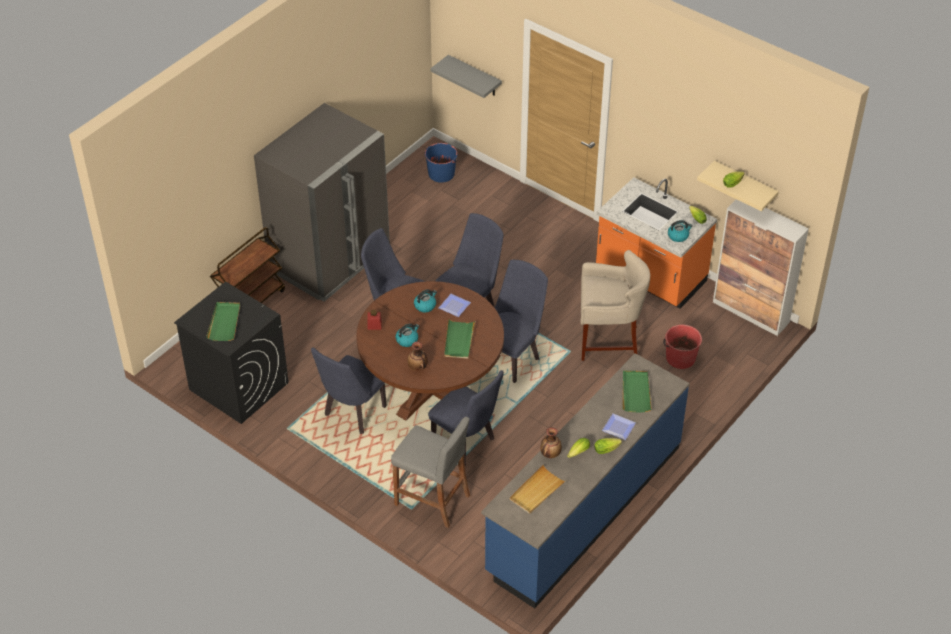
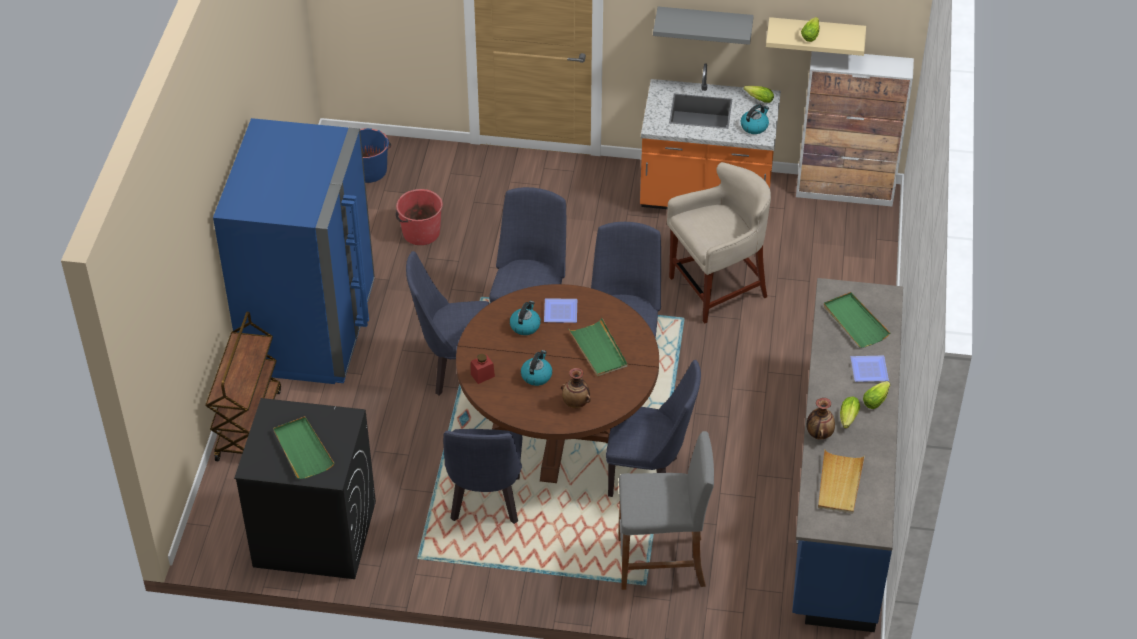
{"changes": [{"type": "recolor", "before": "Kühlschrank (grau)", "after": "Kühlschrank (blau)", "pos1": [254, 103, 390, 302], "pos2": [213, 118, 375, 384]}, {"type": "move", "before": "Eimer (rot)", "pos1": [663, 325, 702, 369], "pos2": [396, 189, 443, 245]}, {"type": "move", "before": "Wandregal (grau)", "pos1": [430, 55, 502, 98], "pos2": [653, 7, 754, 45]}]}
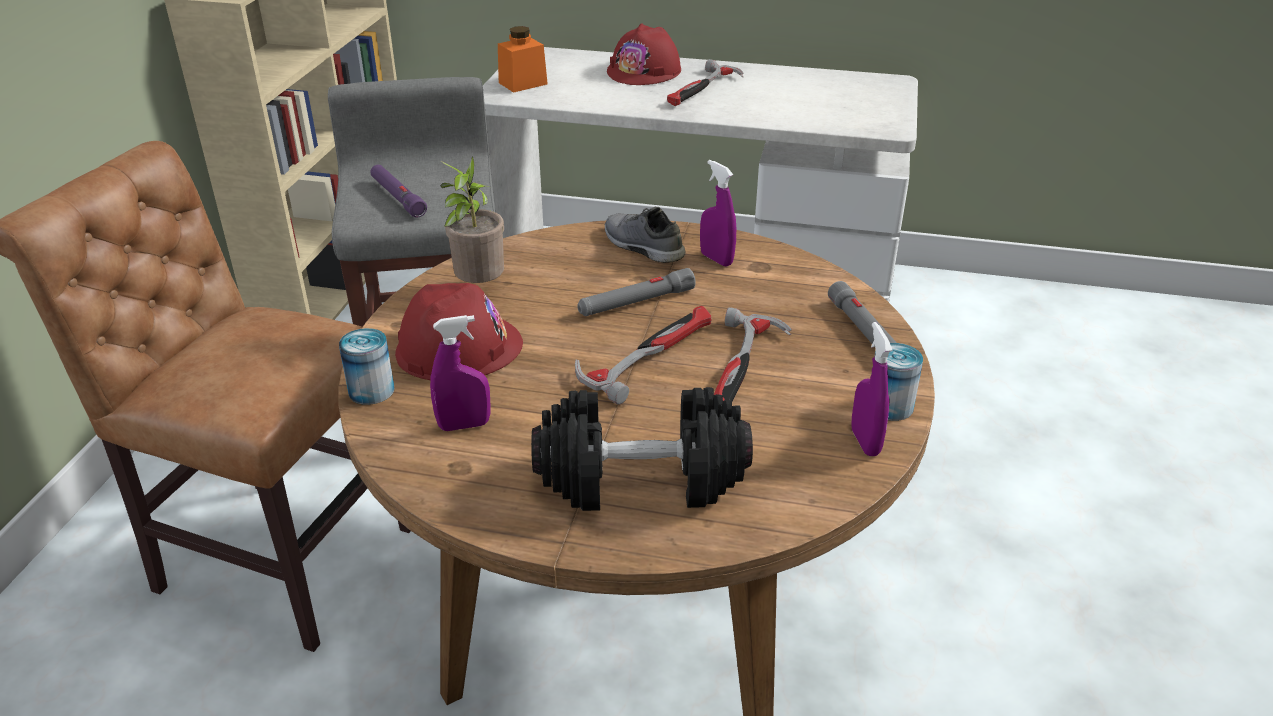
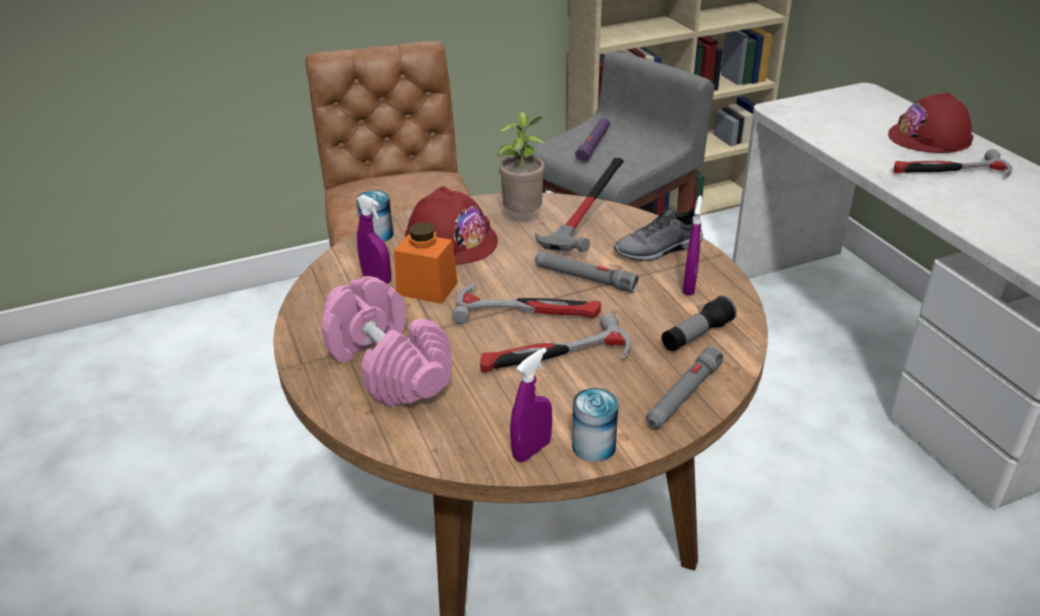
{"changes": [{"type": "recolor", "before": "Hantel (schwarz)", "after": "Hantel (rosa)", "pos1": [531, 387, 753, 511], "pos2": [321, 276, 452, 407]}, {"type": "move", "before": "Vorratsglas (orange)", "pos1": [498, 26, 548, 93], "pos2": [394, 222, 458, 304]}, {"type": "insert", "after": "Hammer", "pos2": [534, 158, 624, 252]}, {"type": "rotate", "before": "Schuh (grau)", "pos1": [605, 207, 686, 263], "pos2": [614, 207, 703, 261], "turn": -120}, {"type": "insert", "after": "Taschenlampe", "pos2": [661, 296, 737, 351]}]}
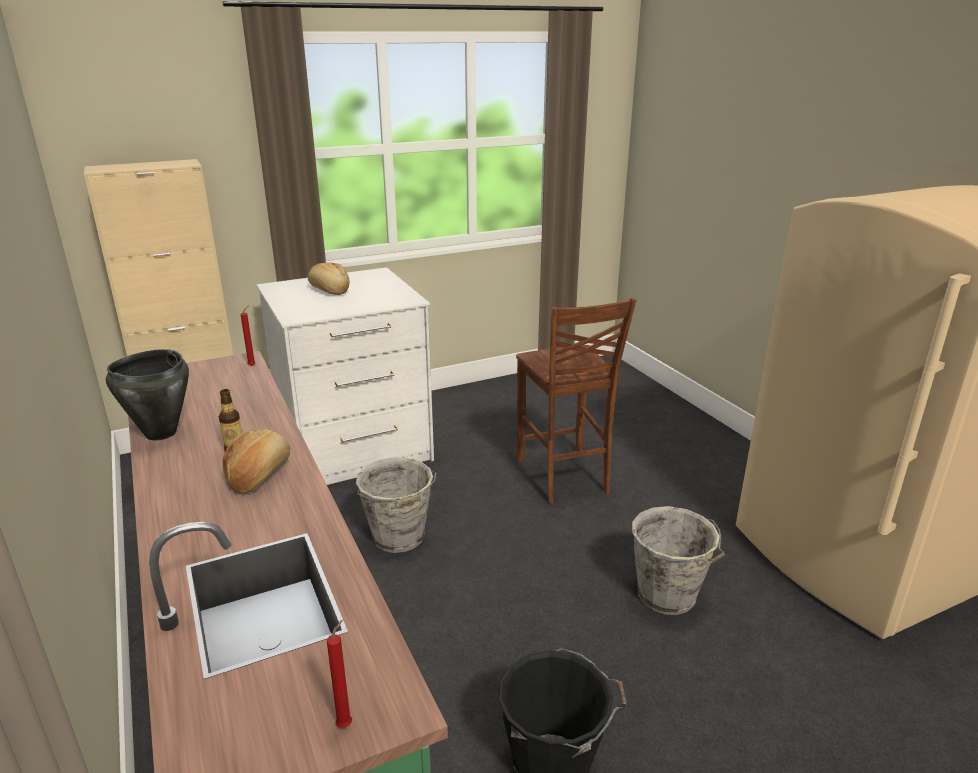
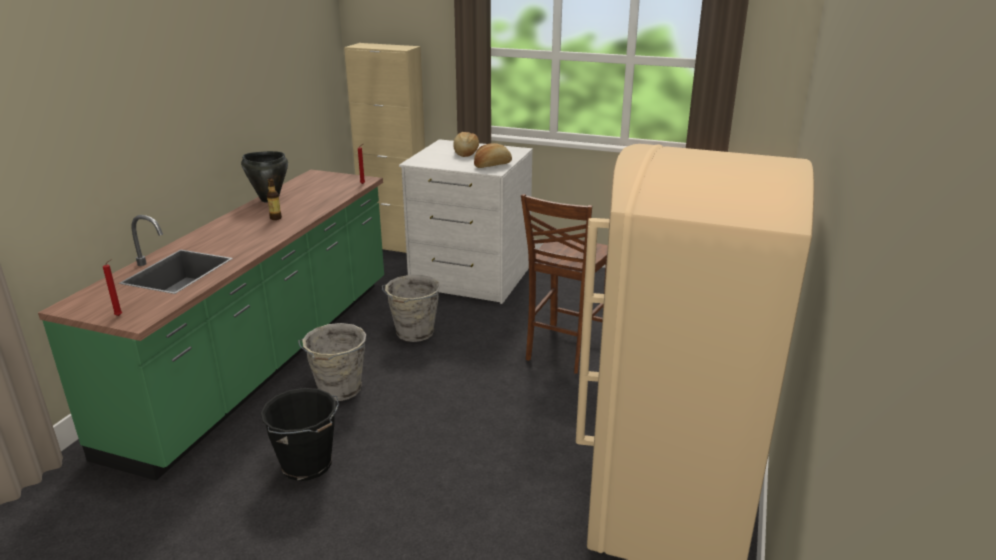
{"changes": [{"type": "move", "before": "Eimer (grau)", "pos1": [632, 506, 725, 615], "pos2": [298, 323, 366, 401]}, {"type": "move", "before": "Brot", "pos1": [223, 429, 290, 493], "pos2": [474, 143, 512, 168]}]}
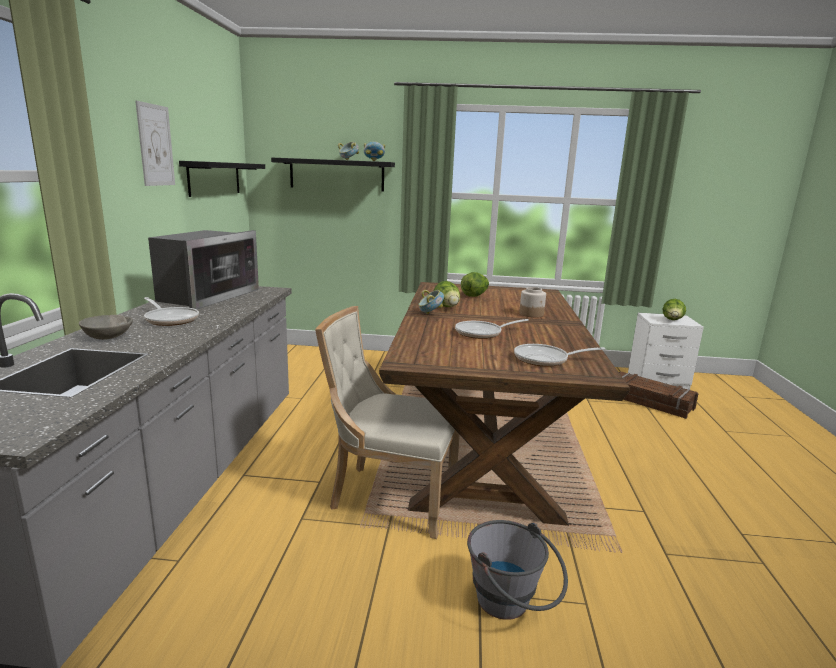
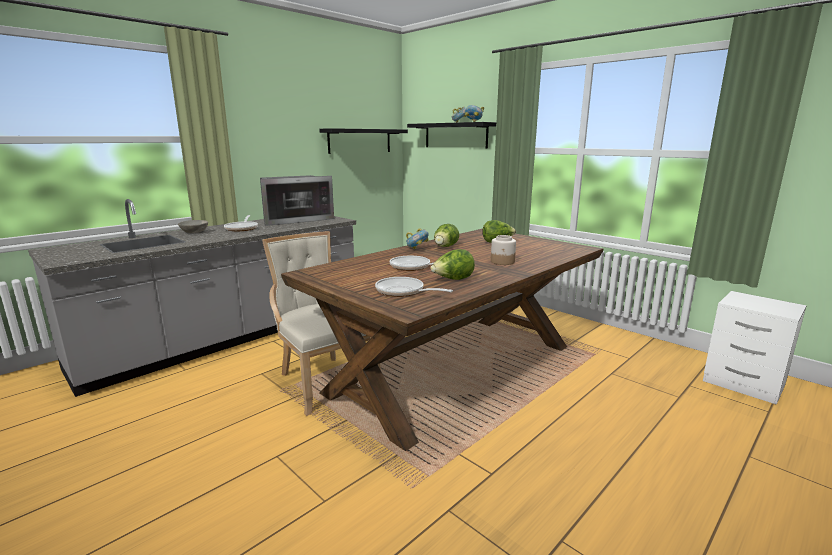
{"changes": [{"type": "move", "before": "Salatkopf", "pos1": [663, 299, 686, 320], "pos2": [431, 249, 475, 280]}, {"type": "delete", "before": "Bild", "pos1": [135, 101, 175, 186]}, {"type": "delete", "before": "Eimer (grau)", "pos1": [467, 520, 568, 620]}, {"type": "delete", "before": "Kiste", "pos1": [619, 372, 698, 419]}]}
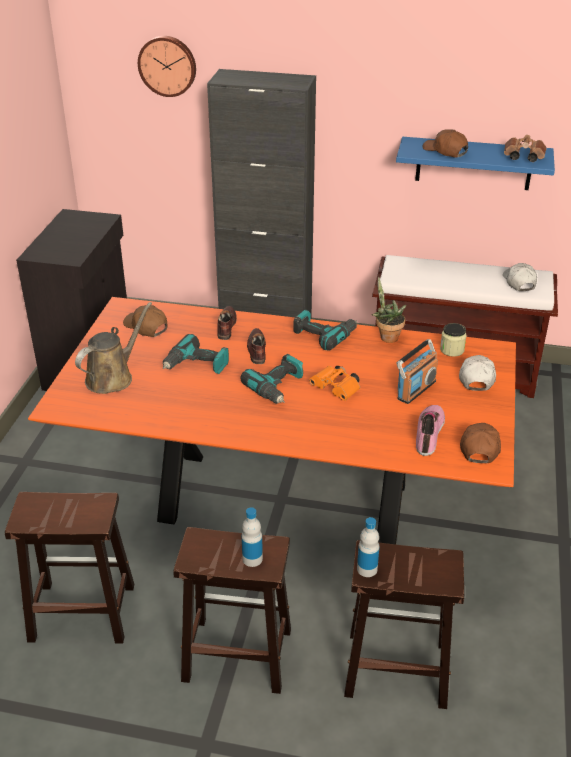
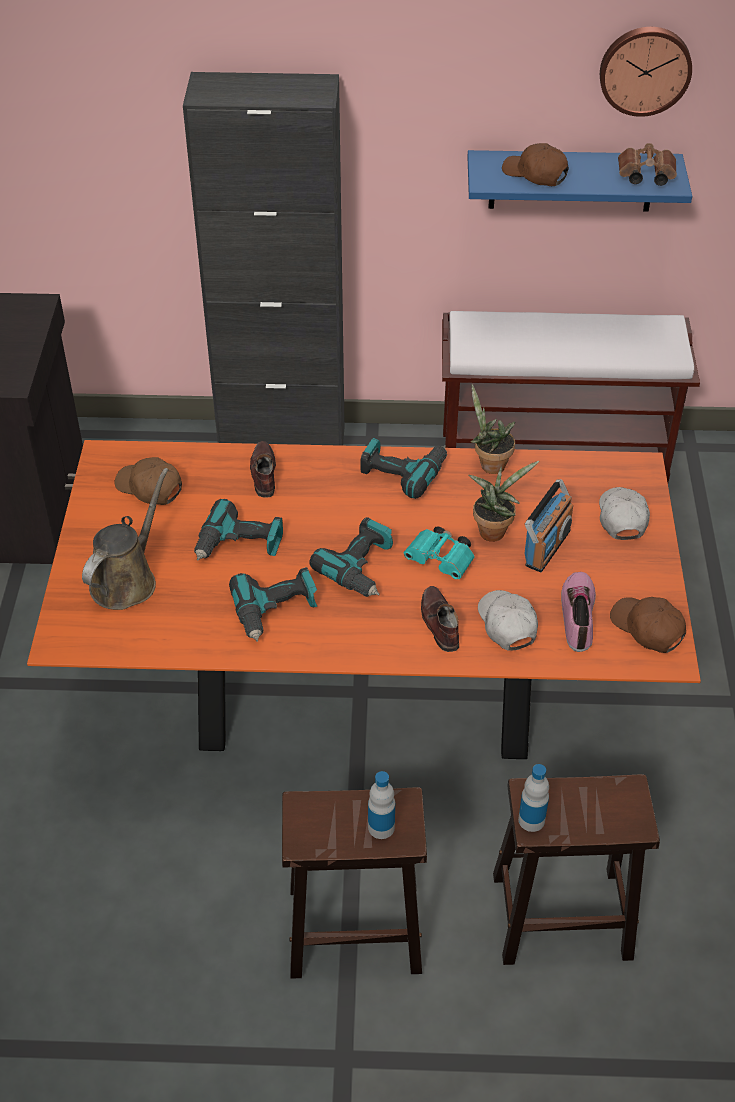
{"changes": [{"type": "insert", "after": "Bohrmaschine", "pos2": [229, 567, 317, 642]}, {"type": "recolor", "before": "Fernglas (orange)", "after": "Fernglas (türkis)", "pos1": [309, 366, 360, 401], "pos2": [404, 526, 475, 579]}, {"type": "move", "before": "Schuh (braun)", "pos1": [247, 328, 266, 364], "pos2": [421, 586, 459, 652]}, {"type": "insert", "after": "Topfpflanze", "pos2": [468, 461, 539, 542]}, {"type": "move", "before": "Kappe (weiß)", "pos1": [503, 263, 537, 291], "pos2": [478, 590, 538, 651]}, {"type": "move", "before": "Wanduhr", "pos1": [138, 36, 196, 97], "pos2": [600, 27, 692, 117]}, {"type": "rotate", "before": "Kappe (braun)", "pos1": [460, 423, 501, 463], "pos2": [610, 597, 686, 653], "turn": -45}, {"type": "delete", "before": "Hocker (braun)", "pos1": [5, 492, 134, 644]}, {"type": "delete", "before": "Vorratsglas", "pos1": [440, 323, 467, 357]}]}
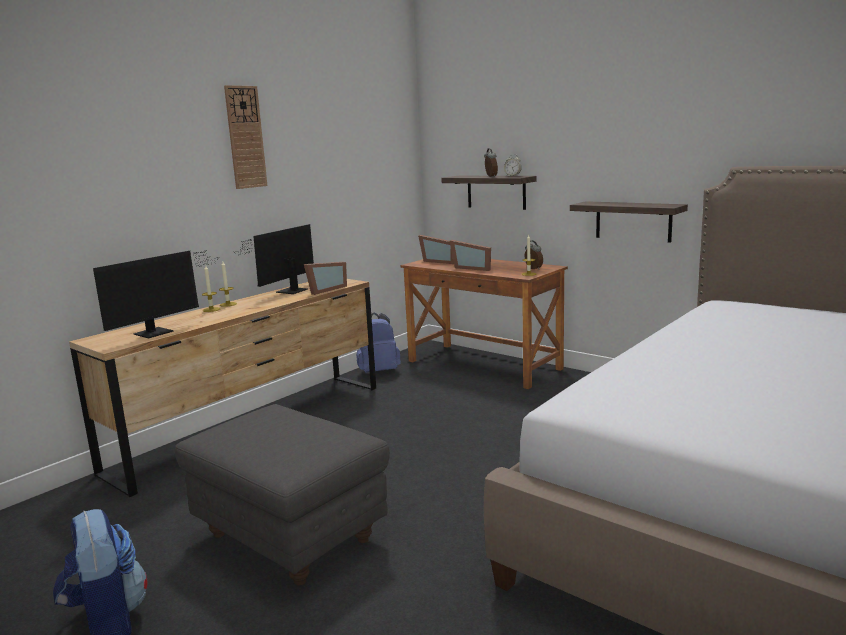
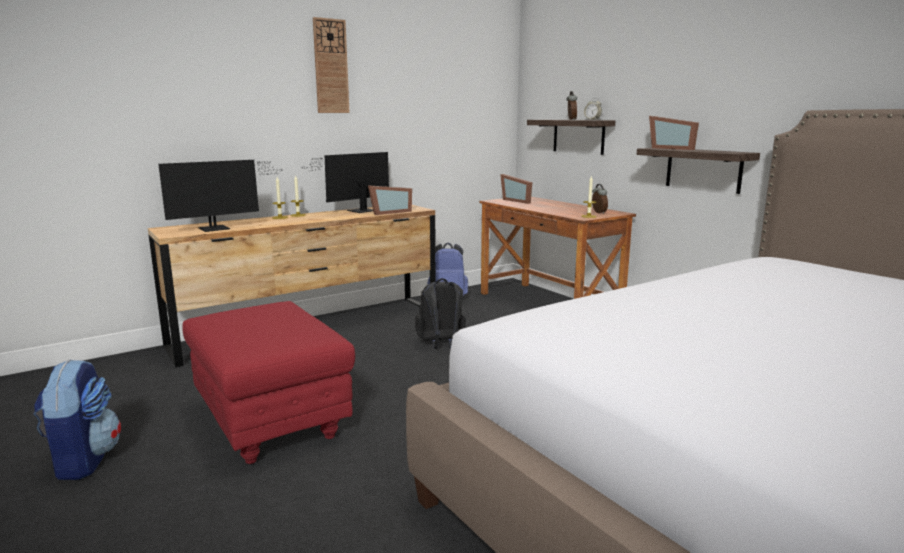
{"changes": [{"type": "recolor", "before": "Polsterhocker (grau)", "after": "Polsterhocker (rot)", "pos1": [175, 404, 390, 585], "pos2": [182, 301, 355, 464]}, {"type": "insert", "after": "Rucksack (schwarz)", "pos2": [415, 278, 466, 349]}, {"type": "move", "before": "Bilderrahmen", "pos1": [449, 240, 491, 271], "pos2": [649, 116, 699, 150]}]}
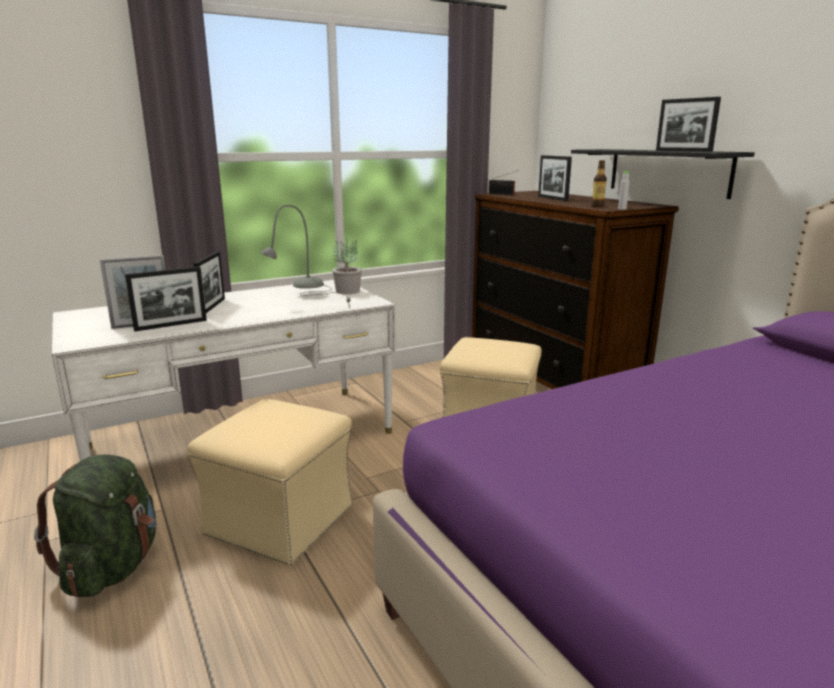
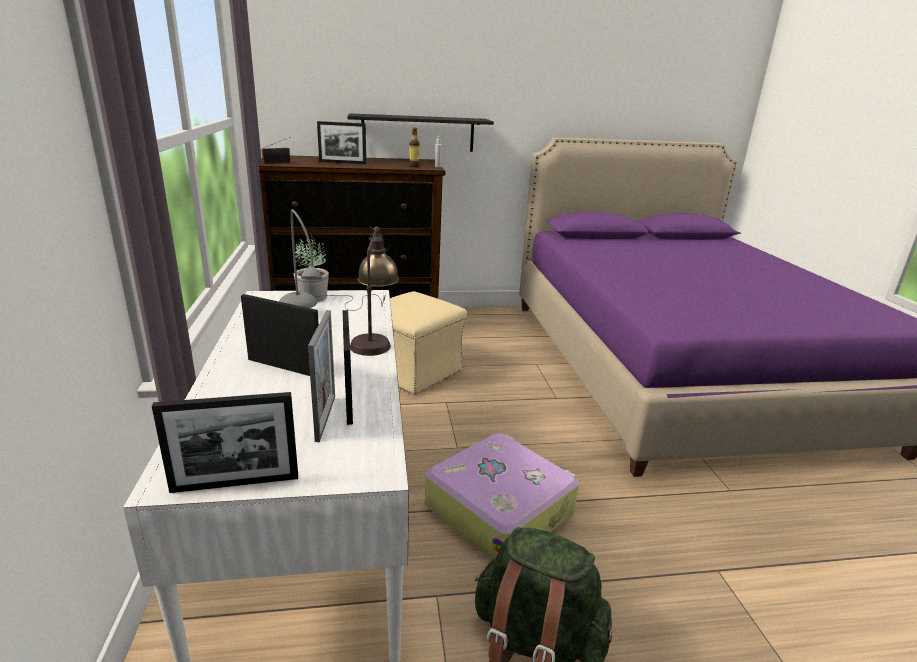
{"changes": [{"type": "move", "before": "Bilderrahmen", "pos1": [656, 97, 721, 152], "pos2": [152, 392, 298, 493]}, {"type": "insert", "after": "Tischlampe", "pos2": [350, 226, 399, 356]}, {"type": "replace", "before": "Polsterhocker (beige)", "after": "Koffer", "pos1": [188, 399, 353, 565], "pos2": [425, 433, 579, 560]}]}
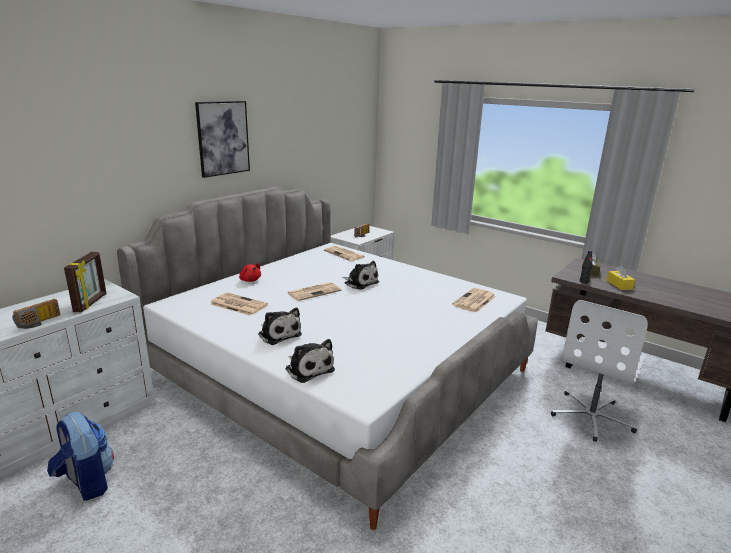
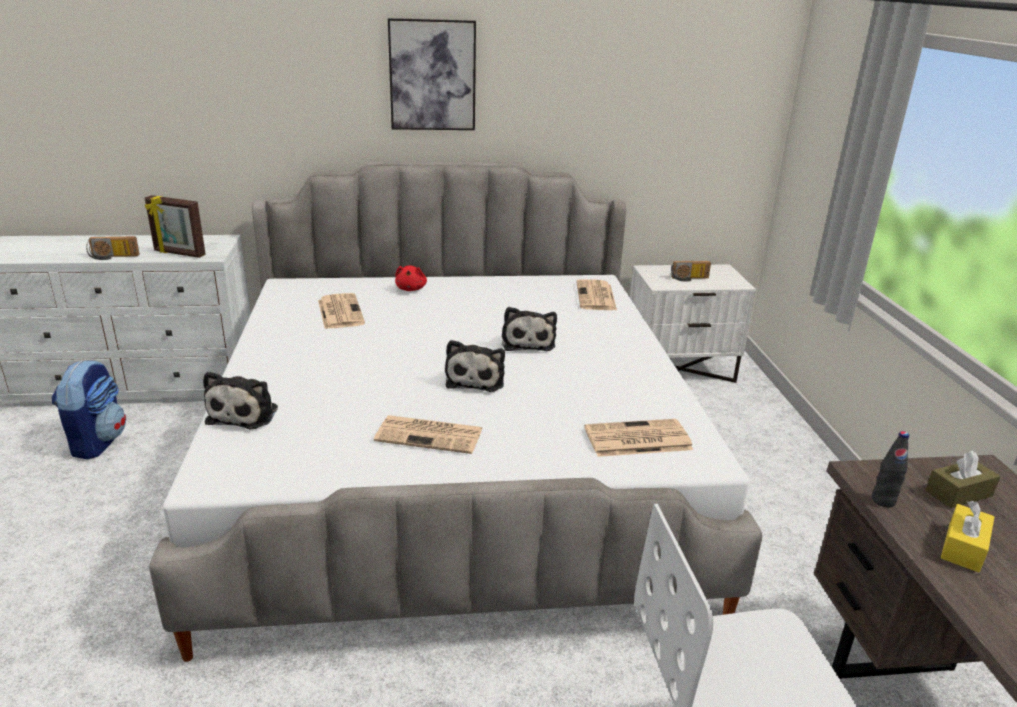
{"changes": [{"type": "rotate", "before": "Bilderrahmen", "pos1": [64, 252, 106, 312], "pos2": [145, 195, 206, 258], "turn": 60}, {"type": "move", "before": "Zeitung", "pos1": [288, 282, 342, 301], "pos2": [374, 415, 482, 454]}, {"type": "move", "before": "Plüschtier", "pos1": [258, 308, 302, 345], "pos2": [445, 340, 505, 392]}]}
